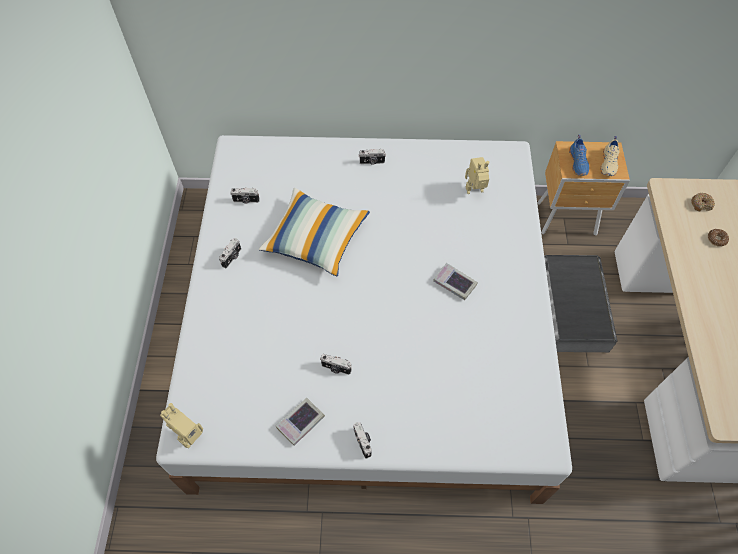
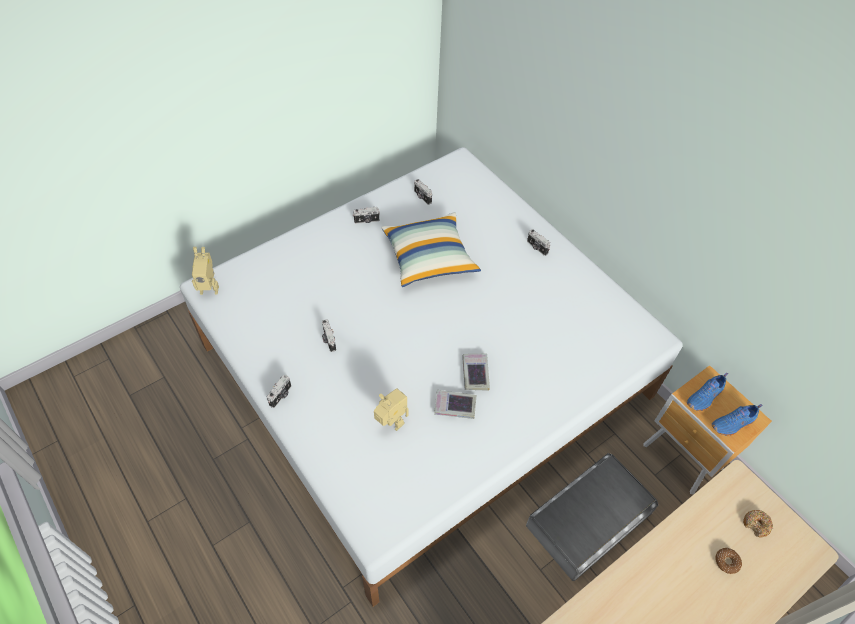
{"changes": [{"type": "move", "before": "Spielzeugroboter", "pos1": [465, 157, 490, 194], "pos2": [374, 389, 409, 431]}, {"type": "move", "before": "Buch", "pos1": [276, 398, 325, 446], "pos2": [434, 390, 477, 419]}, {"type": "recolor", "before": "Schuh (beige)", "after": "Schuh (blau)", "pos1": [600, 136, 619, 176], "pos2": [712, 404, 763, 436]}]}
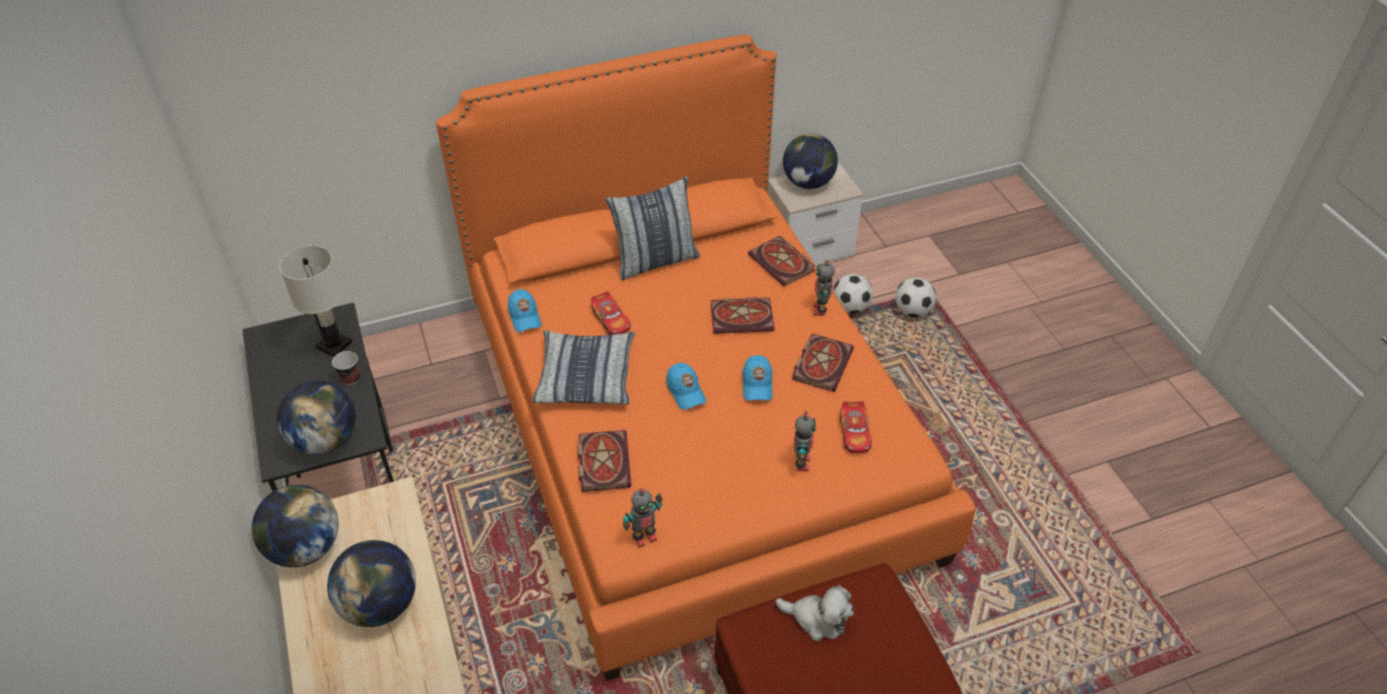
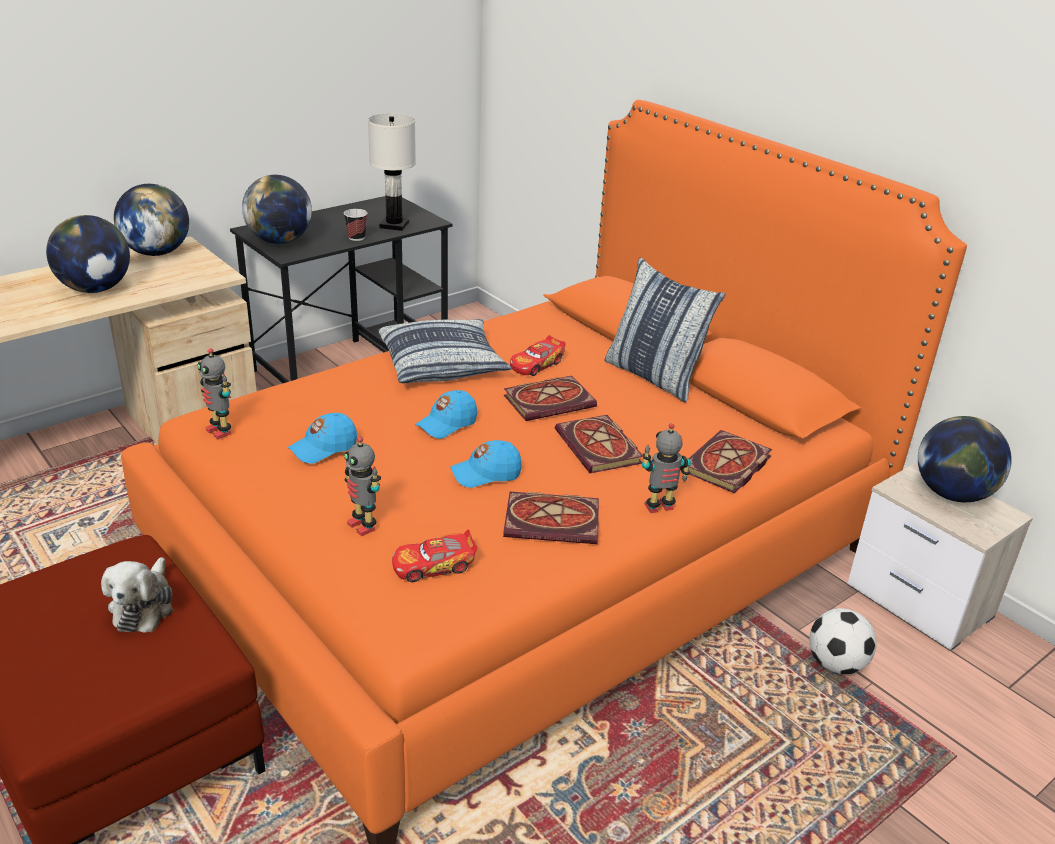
{"changes": [{"type": "move", "before": "Kappe (blau)", "pos1": [508, 289, 542, 332], "pos2": [287, 413, 357, 464]}, {"type": "rotate", "before": "Spielzeugroboter", "pos1": [793, 412, 816, 472], "pos2": [344, 437, 381, 536], "turn": 60}, {"type": "move", "before": "Buch", "pos1": [577, 430, 631, 492], "pos2": [504, 376, 597, 421]}, {"type": "delete", "before": "Fußball", "pos1": [895, 277, 936, 318]}]}
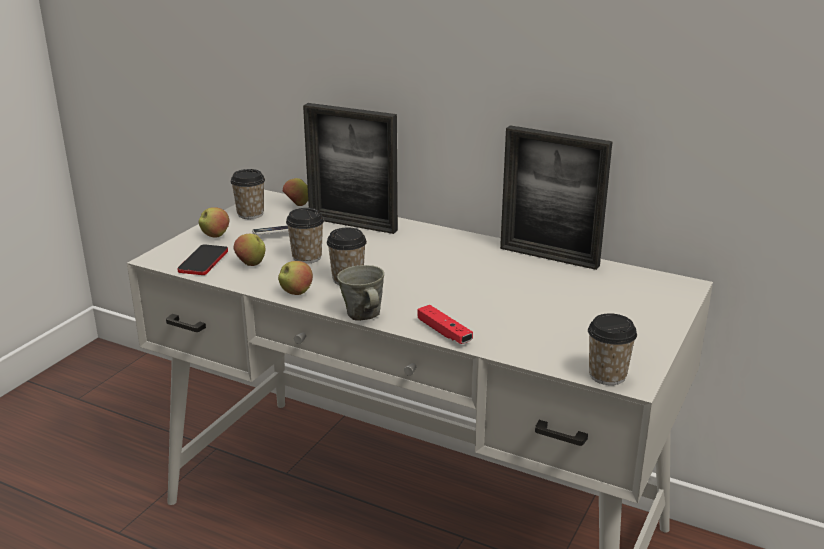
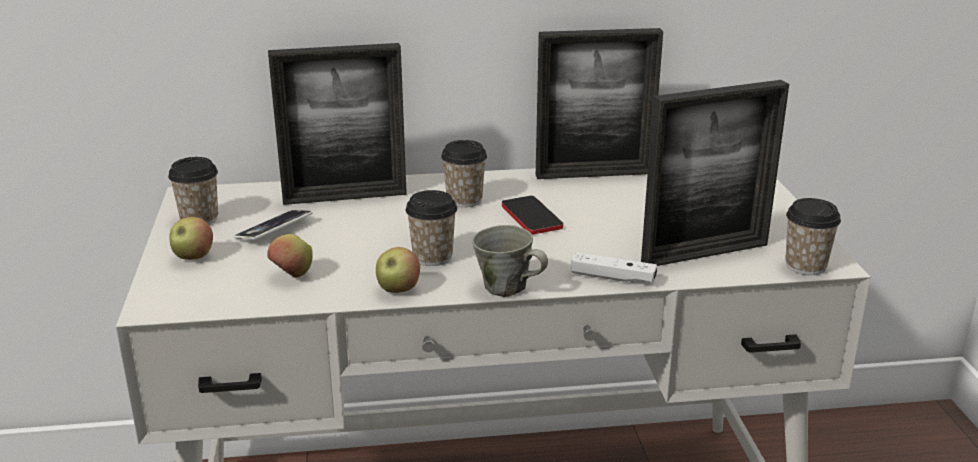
{"changes": [{"type": "move", "before": "Tasse", "pos1": [286, 208, 324, 264], "pos2": [441, 140, 487, 207]}, {"type": "move", "before": "Handy", "pos1": [178, 244, 228, 275], "pos2": [502, 196, 563, 235]}, {"type": "recolor", "before": "Gamepad (rot)", "after": "Gamepad (weiß)", "pos1": [417, 305, 473, 344], "pos2": [571, 252, 657, 283]}, {"type": "insert", "after": "Bilderrahmen", "pos2": [641, 80, 789, 266]}, {"type": "delete", "before": "Apfel", "pos1": [283, 178, 308, 206]}]}
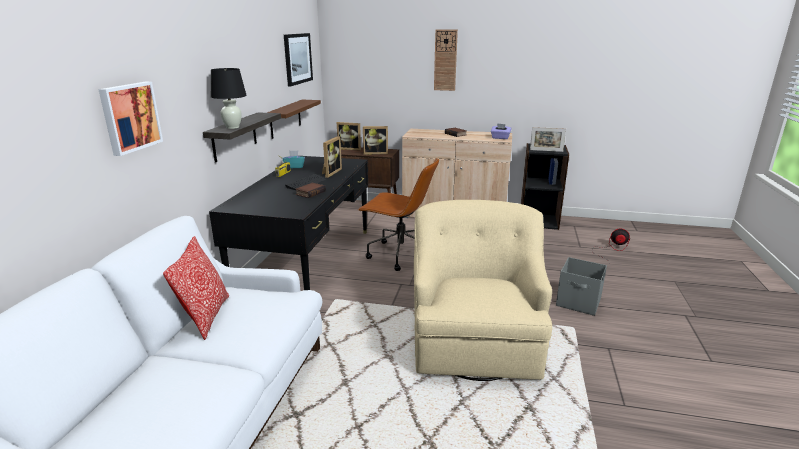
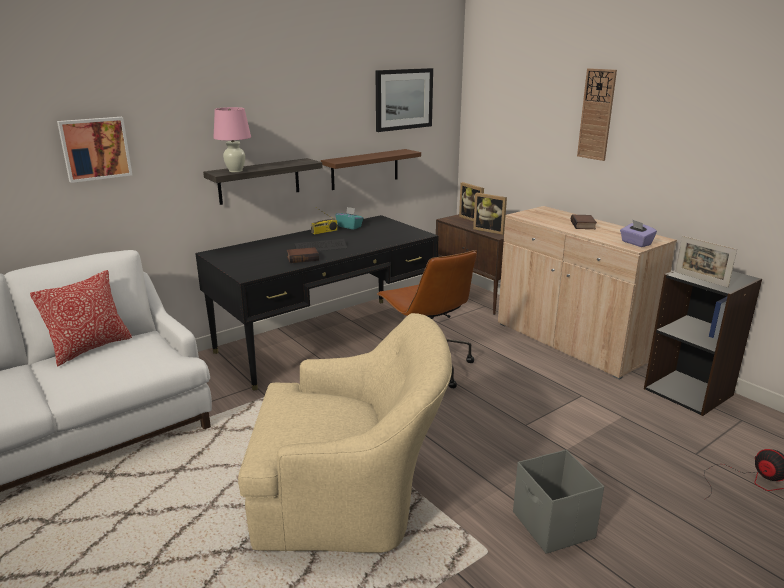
{"changes": [{"type": "recolor", "before": "Tischlampe (schwarz)", "after": "Tischlampe (rosa)", "pos1": [211, 68, 247, 129], "pos2": [213, 107, 251, 172]}, {"type": "rotate", "before": "Sessel (beige)", "pos1": [414, 200, 552, 381], "pos2": [238, 313, 452, 553], "turn": 45}, {"type": "delete", "before": "Bilderrahmen", "pos1": [322, 136, 342, 178]}]}
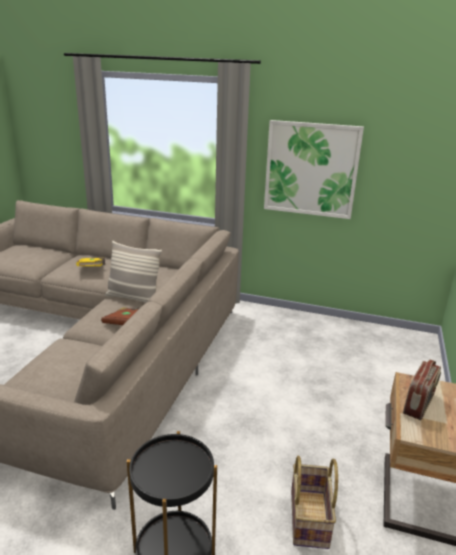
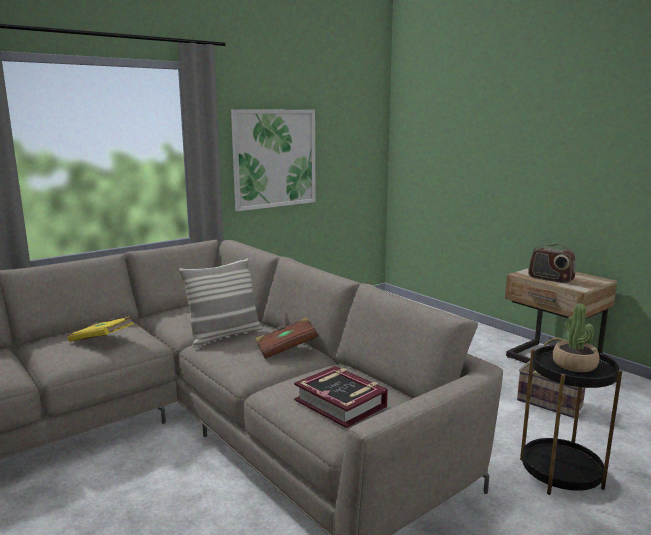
{"changes": [{"type": "insert", "after": "Buch", "pos2": [294, 366, 388, 428]}, {"type": "rotate", "before": "Radio", "pos1": [403, 360, 441, 420], "pos2": [528, 244, 576, 283], "turn": 150}, {"type": "insert", "after": "Topfpflanze", "pos2": [553, 303, 599, 372]}]}
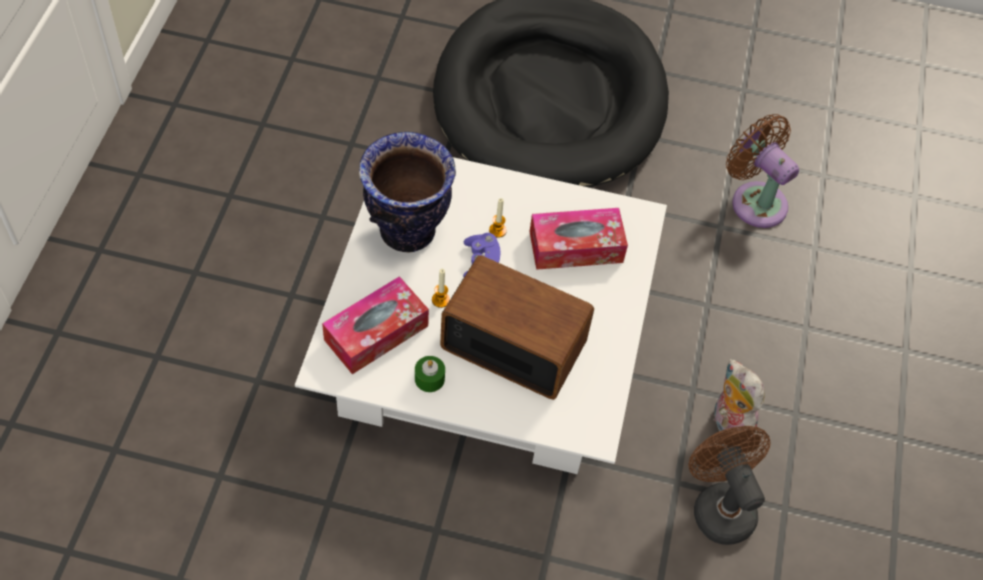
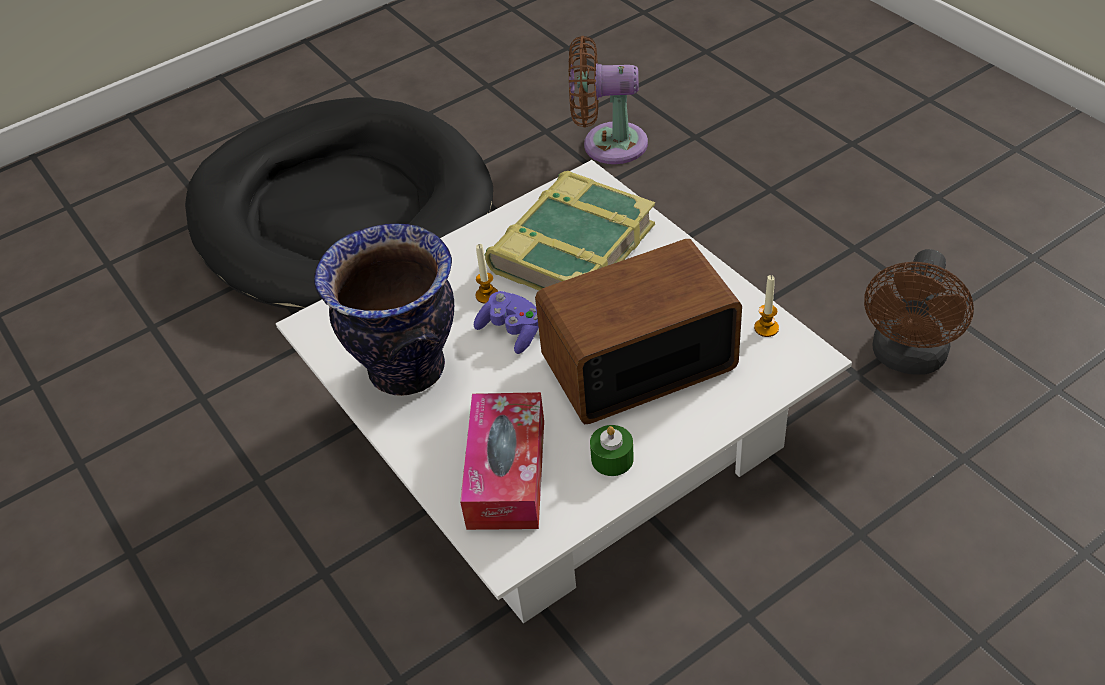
{"changes": [{"type": "replace", "before": "Taschentuchbox", "after": "Buch", "pos1": [530, 208, 628, 270], "pos2": [485, 171, 655, 290]}, {"type": "move", "before": "Kerze", "pos1": [432, 269, 450, 308], "pos2": [754, 275, 779, 337]}, {"type": "rotate", "before": "Ventilator (braun)", "pos1": [688, 426, 770, 545], "pos2": [864, 249, 974, 374], "turn": -90}, {"type": "delete", "before": "Plüschtier", "pos1": [712, 359, 765, 443]}]}
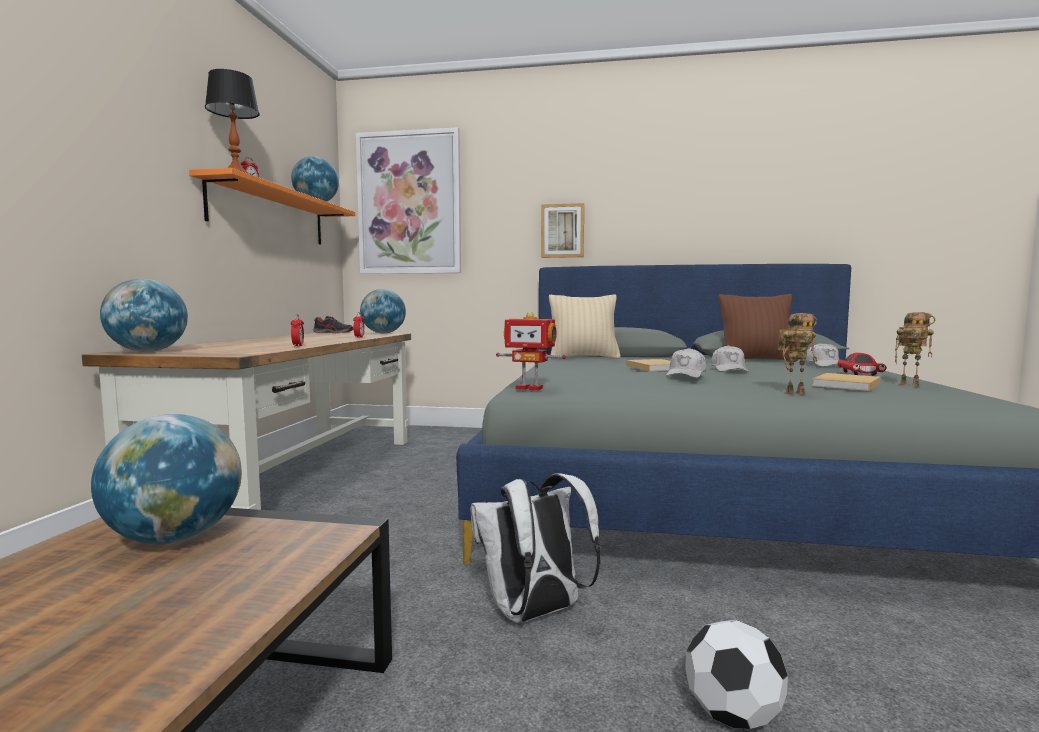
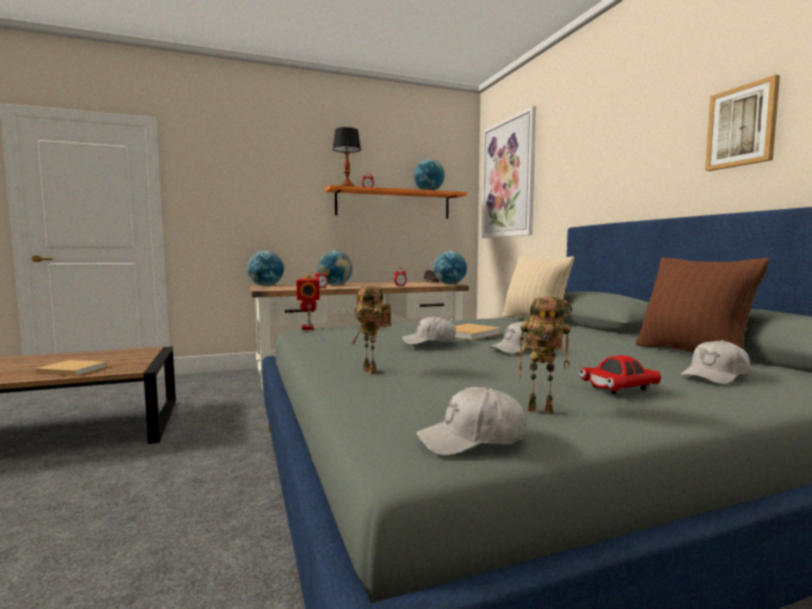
{"changes": [{"type": "move", "before": "Buch (beige)", "pos1": [812, 373, 880, 391], "pos2": [36, 360, 107, 376]}, {"type": "move", "before": "Globus", "pos1": [91, 414, 242, 544], "pos2": [318, 251, 353, 285]}, {"type": "insert", "after": "Kappe (weiß)", "pos2": [416, 386, 526, 456]}, {"type": "rotate", "before": "Spielzeugroboter", "pos1": [895, 312, 935, 386], "pos2": [519, 297, 572, 413], "turn": -75}, {"type": "move", "before": "Bild", "pos1": [541, 203, 584, 258], "pos2": [705, 75, 780, 171]}, {"type": "delete", "before": "Rucksack (weiß)", "pos1": [470, 473, 601, 623]}, {"type": "delete", "before": "Fußball", "pos1": [685, 620, 788, 729]}]}
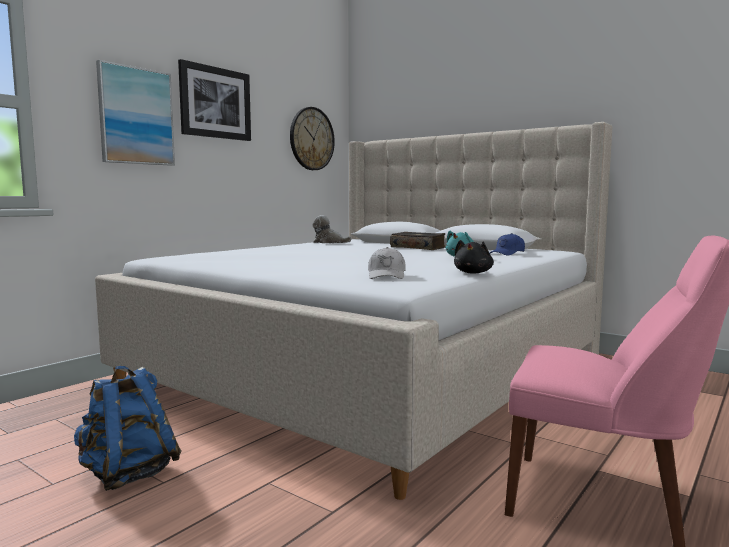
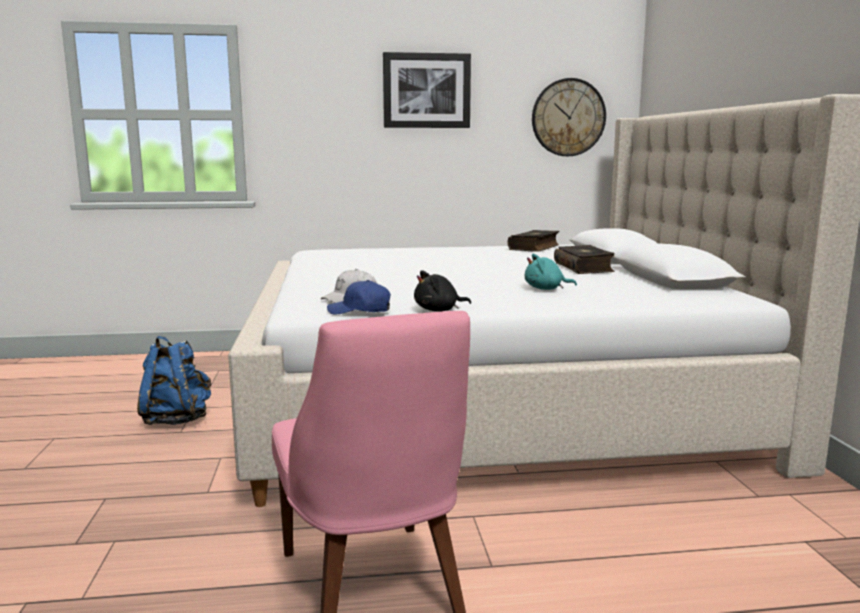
{"changes": [{"type": "move", "before": "Kappe (blau)", "pos1": [490, 233, 525, 255], "pos2": [327, 280, 391, 315]}, {"type": "replace", "before": "Plüschtier", "after": "Buch", "pos1": [312, 215, 352, 243], "pos2": [508, 230, 559, 252]}, {"type": "delete", "before": "Bild", "pos1": [96, 60, 175, 166]}]}
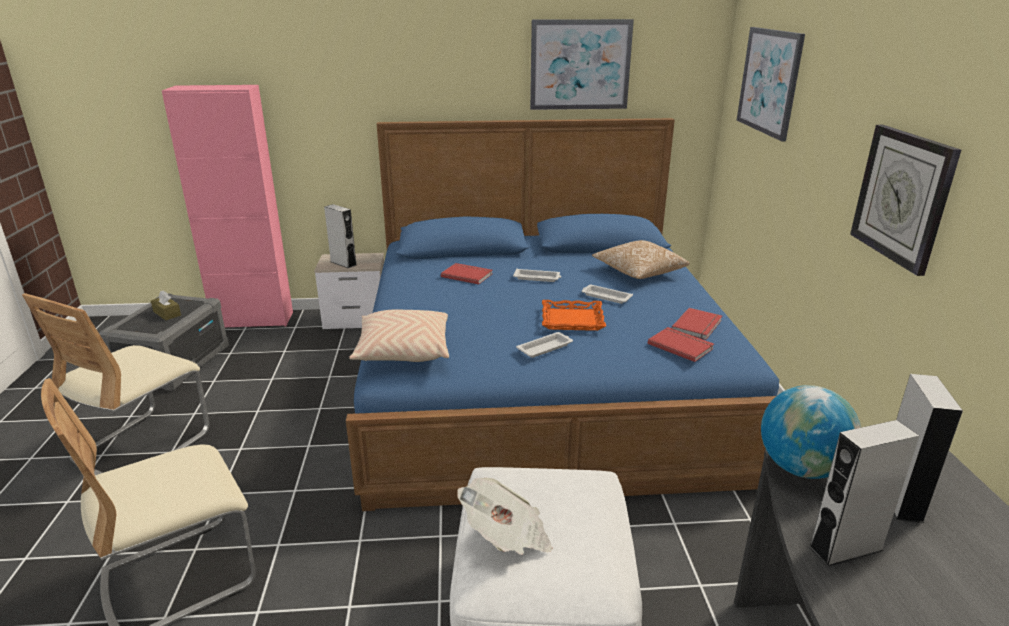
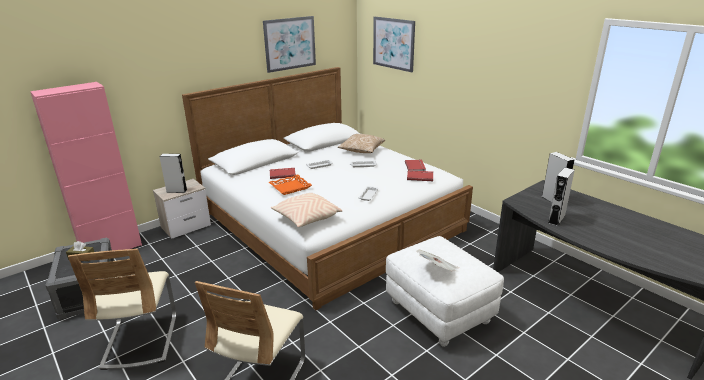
{"changes": [{"type": "recolor", "before": "Bett (blau)", "after": "Bett (weiß)", "pos1": [346, 118, 779, 511], "pos2": [182, 67, 473, 311]}, {"type": "move", "before": "Tablett (orange)", "pos1": [542, 300, 606, 331], "pos2": [269, 174, 312, 195]}, {"type": "delete", "before": "Globus", "pos1": [761, 385, 861, 479]}, {"type": "delete", "before": "Wanduhr", "pos1": [850, 125, 961, 276]}]}
